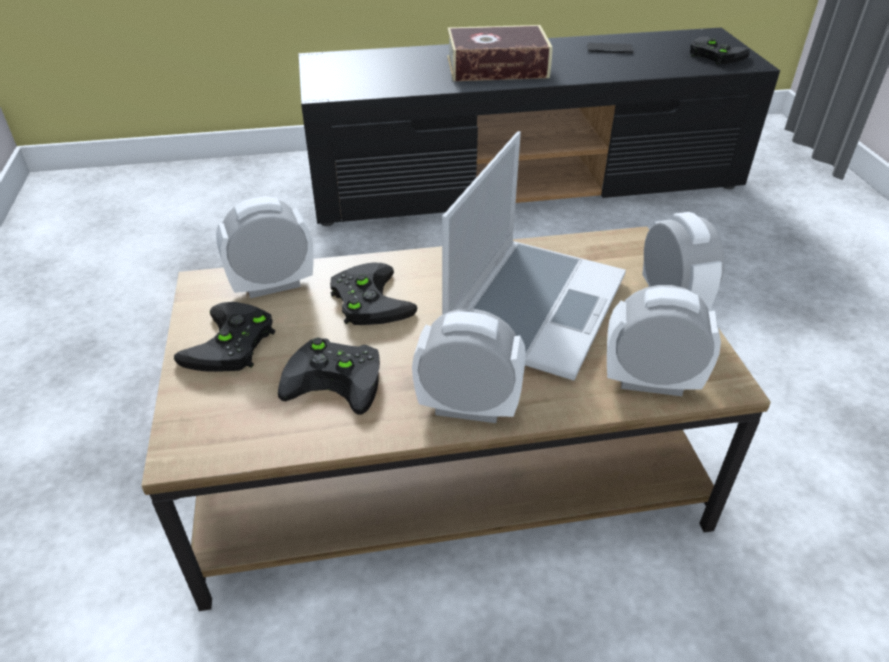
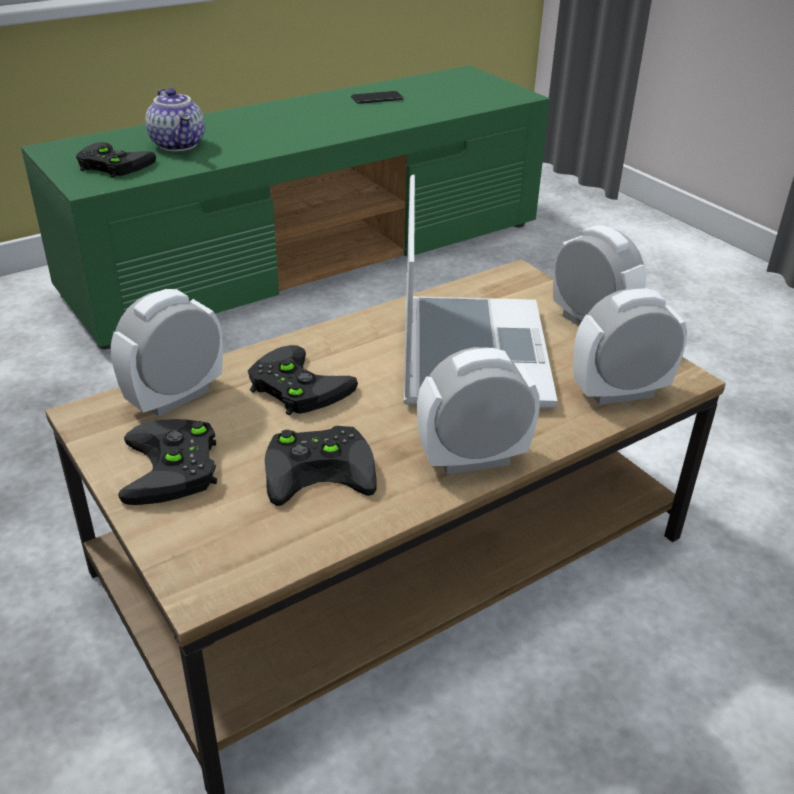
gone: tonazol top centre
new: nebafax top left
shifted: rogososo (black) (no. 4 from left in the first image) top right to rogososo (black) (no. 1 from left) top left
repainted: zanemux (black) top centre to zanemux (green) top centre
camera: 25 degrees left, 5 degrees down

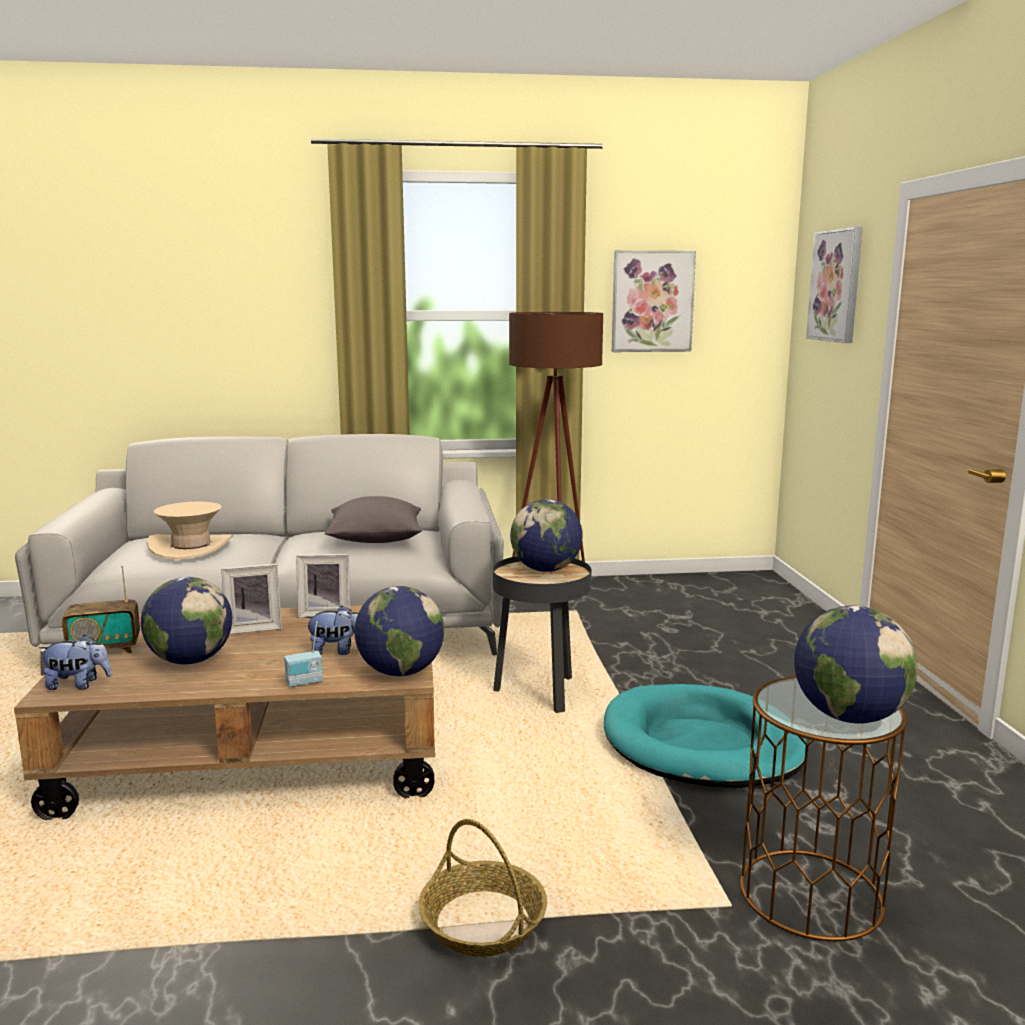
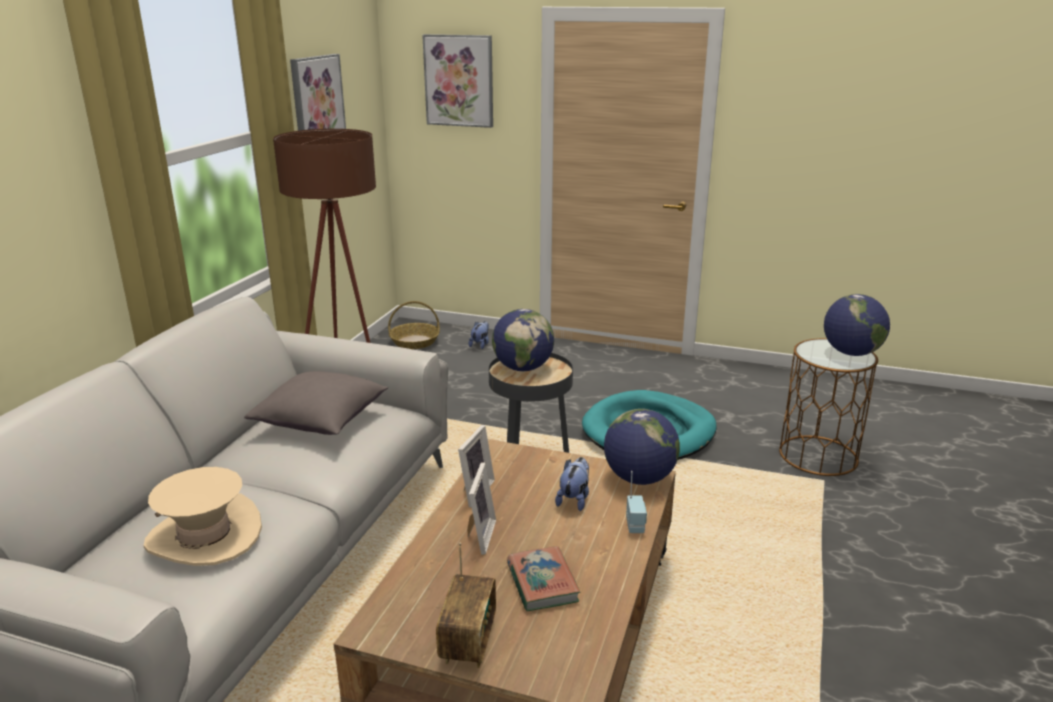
shifted: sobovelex bottom centre to centre; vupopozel (no. 1 from left) middle left to centre
swapped: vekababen (no. 1 from left) middle left to tonazol bottom centre
camera: 65 degrees left, 10 degrees up

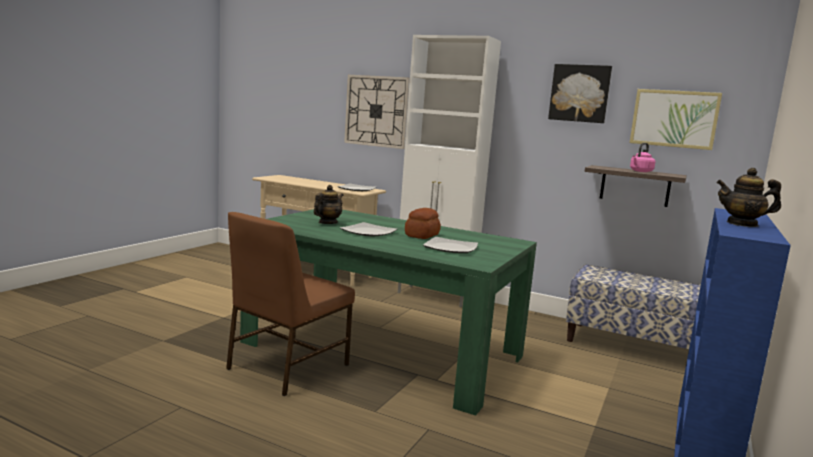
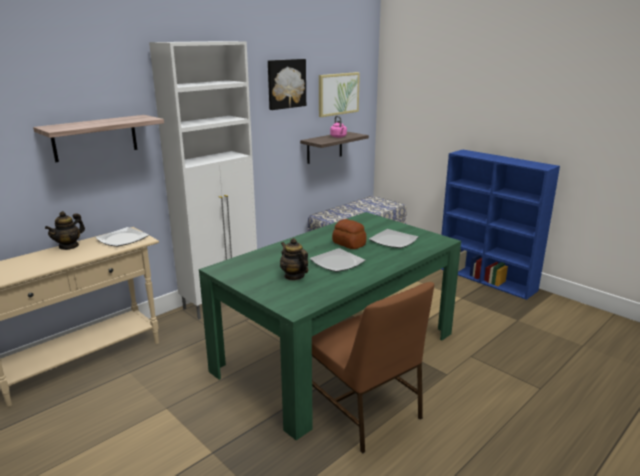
shifted: nebafax (no. 2 from left in the first image) middle right to nebafax (no. 1 from left) middle left
swapped: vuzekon top centre to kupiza (no. 1 from left) top left
camera: 70 degrees left, 10 degrees up

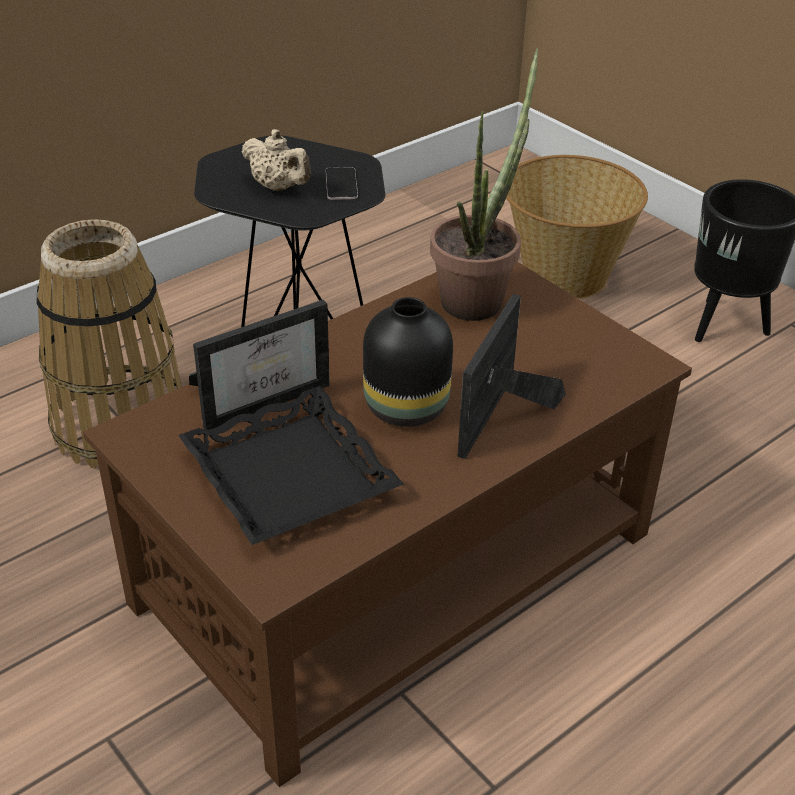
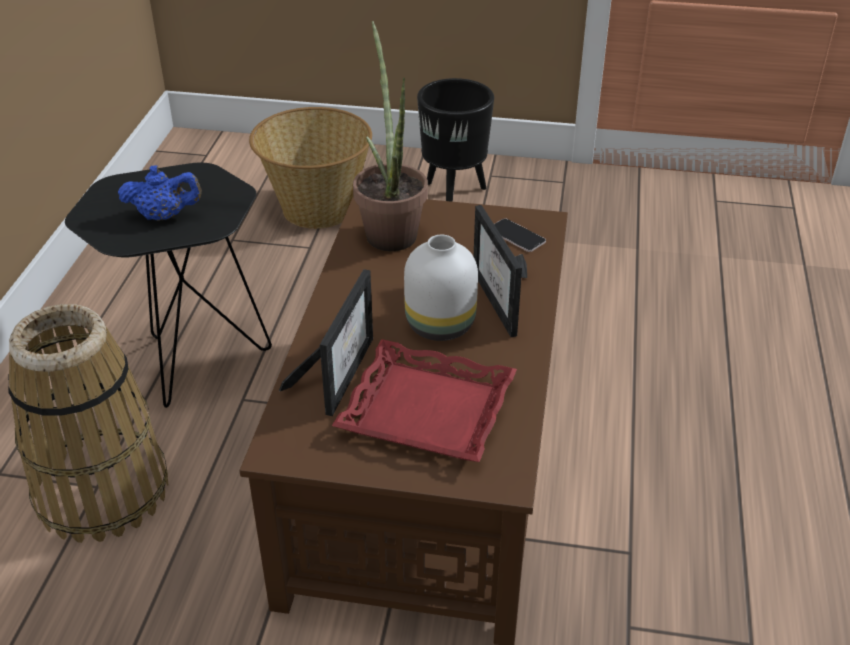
shifted: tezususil top centre to centre
repainted: nebafax (beige) top centre to nebafax (blue) top left; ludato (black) centre to ludato (red) centre; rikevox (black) centre to rikevox (white) centre
camera: 40 degrees left, 0 degrees up

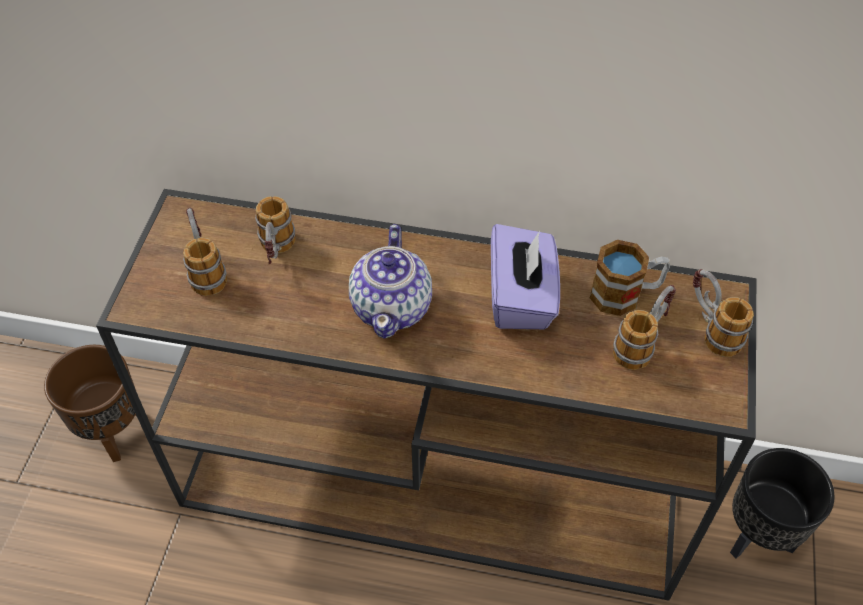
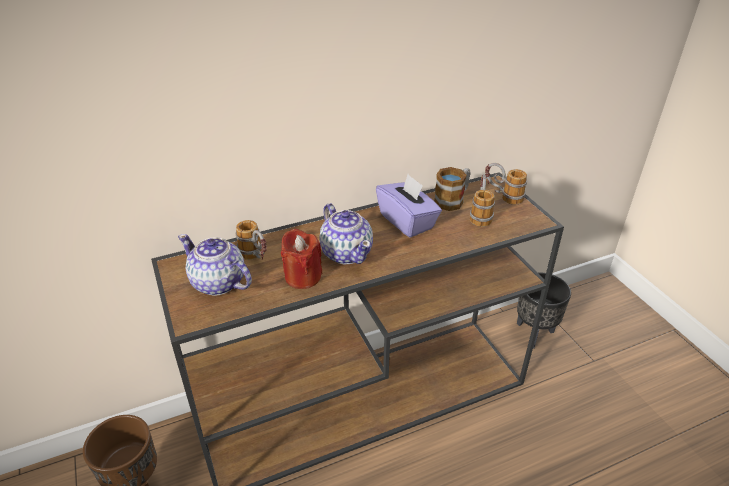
new: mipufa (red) centre
swapped: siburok (no. 1 from left) middle left to nebafax (no. 1 from left) middle left
camera: 35 degrees left, 15 degrees down

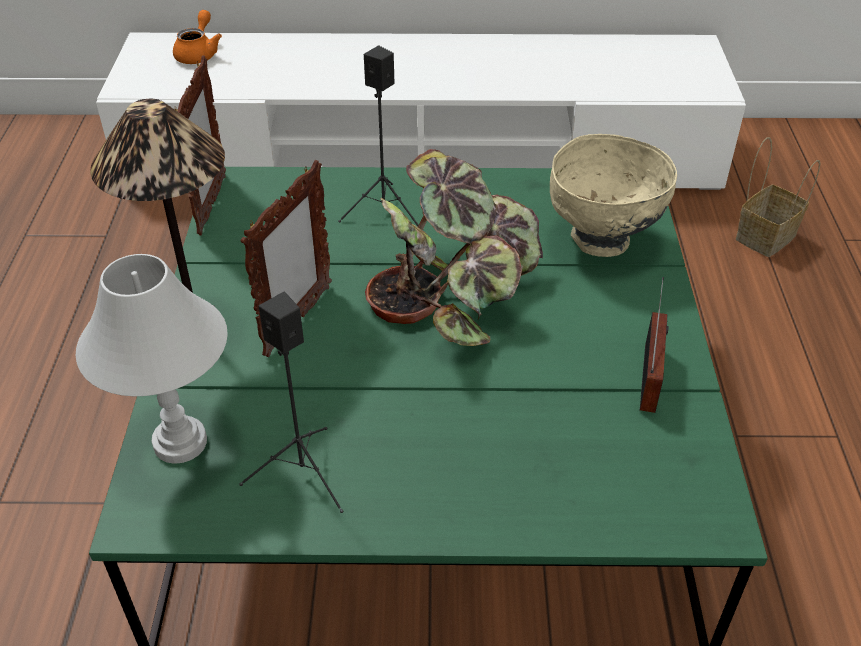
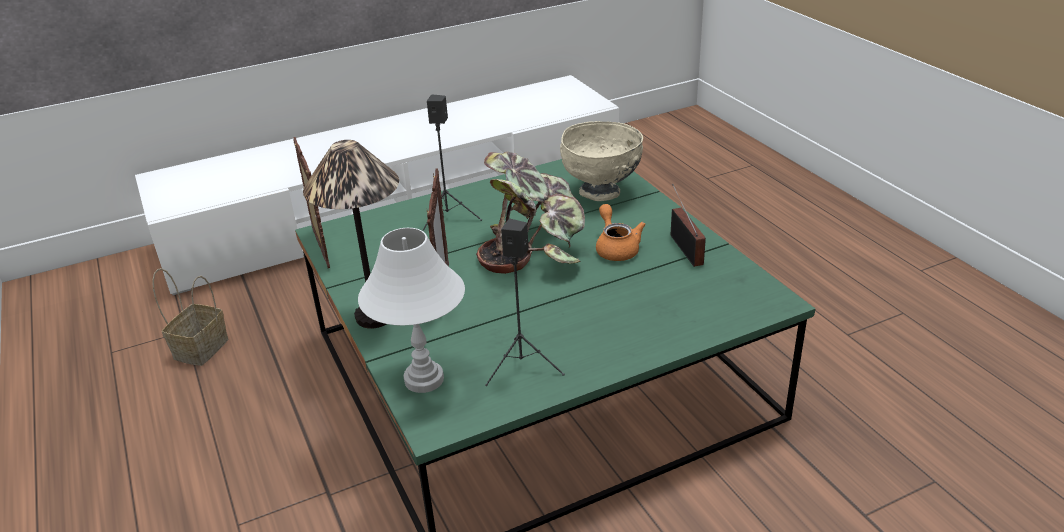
shifted: sobovelex top right to middle left; nebafax (orange) top left to centre
camera: 25 degrees left, 10 degrees down

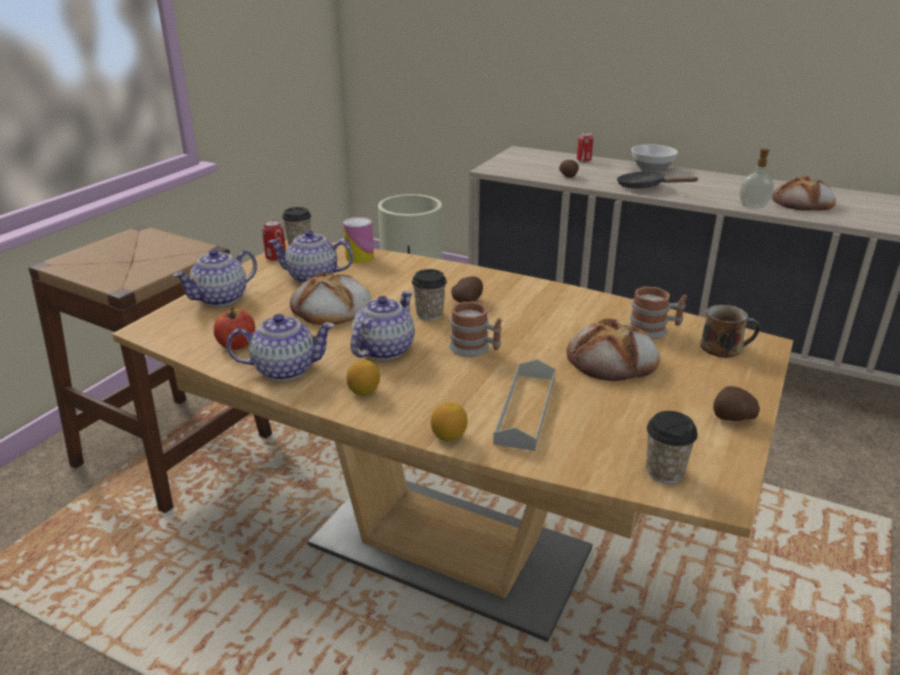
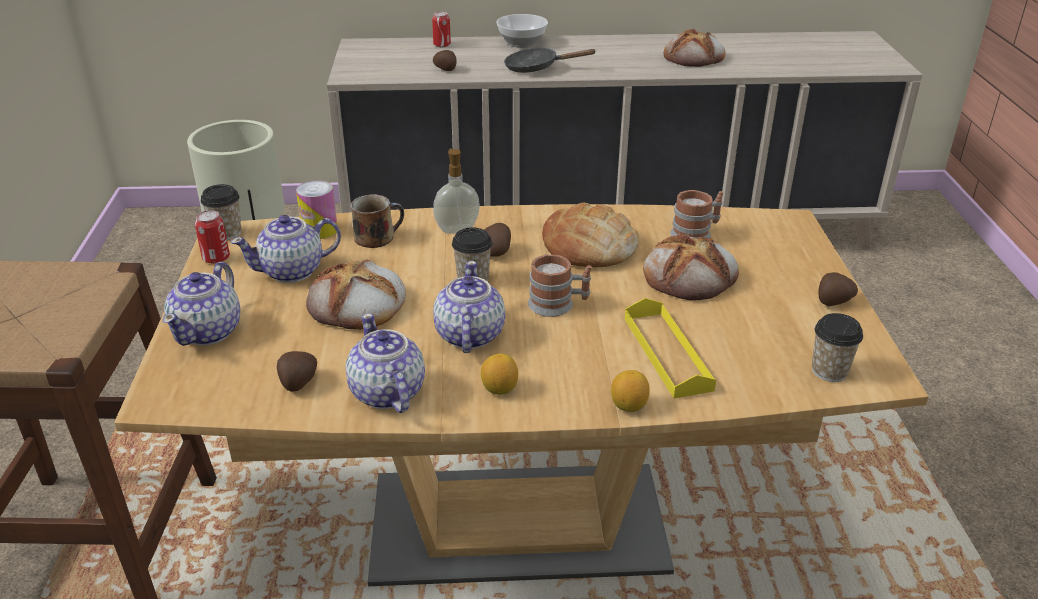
new: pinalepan (no. 2 from left) centre
shifted: siburok (no. 3 from left in the first image) middle right to siburok (no. 1 from left) centre; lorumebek top right to top centre
swapped: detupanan middle left to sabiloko (no. 1 from left) middle left
repainted: ludato (grey) centre to ludato (yellow) centre
rotated: nebafax (no. 2 from left in the first image) middle left = centre 75 degrees counterclockwise
camera: 30 degrees left, 5 degrees up

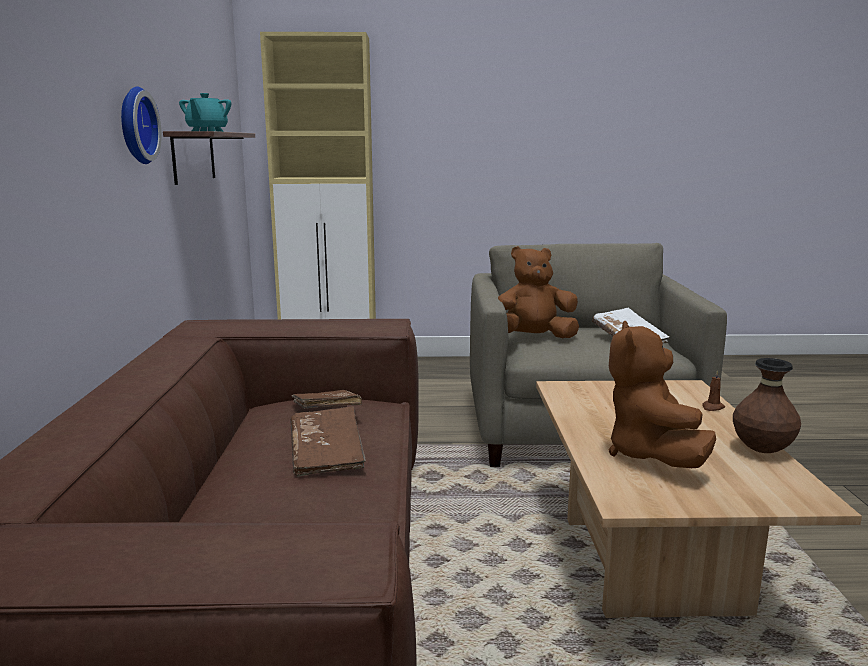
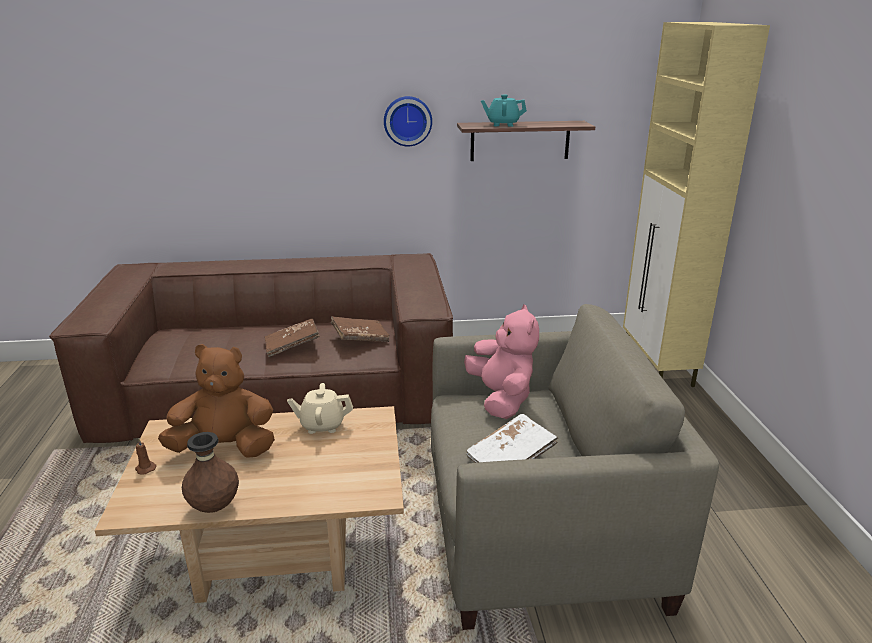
new: nebafax (beige) centre
shifted: mipufa (brown) middle right to bottom left
repainted: vupopozel (brown) (no. 1 from left) centre to vupopozel (pink) centre
camera: 85 degrees right, 10 degrees up

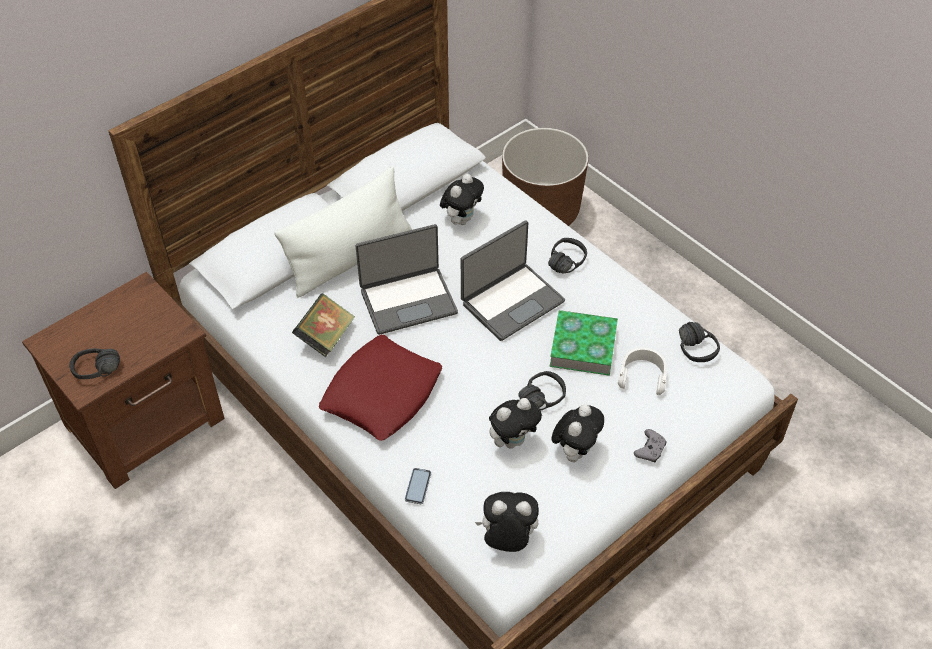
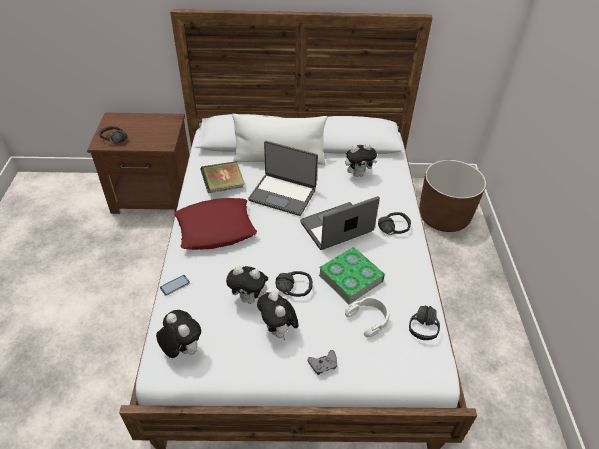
rotated: vupopozel (no. 4 from left in the first image) bottom centre = bottom centre 90 degrees clockwise; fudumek (no. 2 from left) centre = centre 150 degrees clockwise
camera: 40 degrees right, 5 degrees down

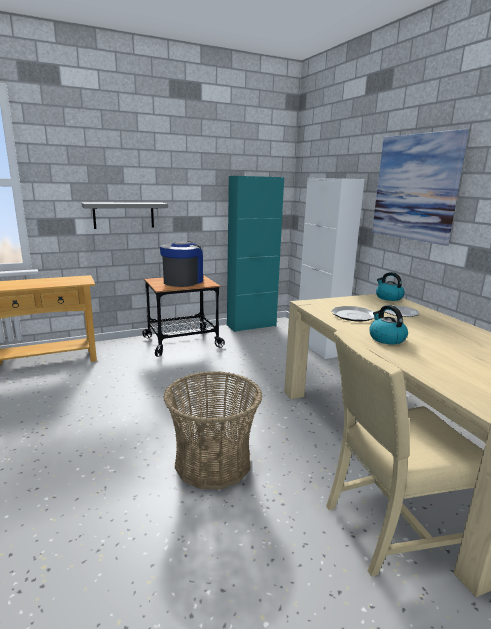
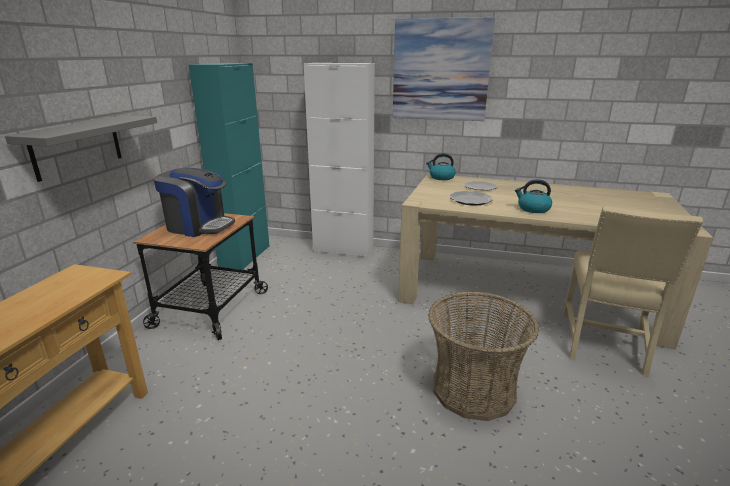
rotated: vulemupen centre = middle left 135 degrees clockwise
camera: 50 degrees left, 5 degrees up

